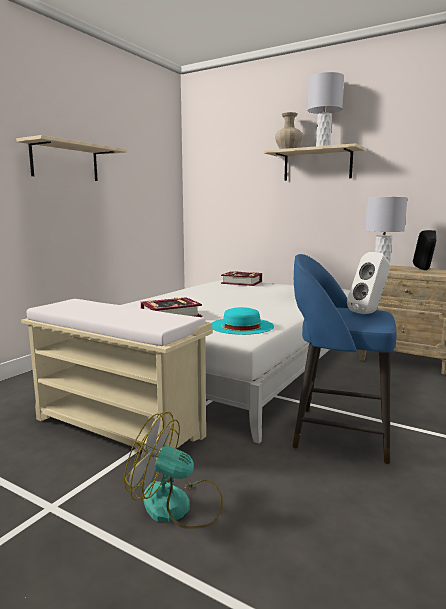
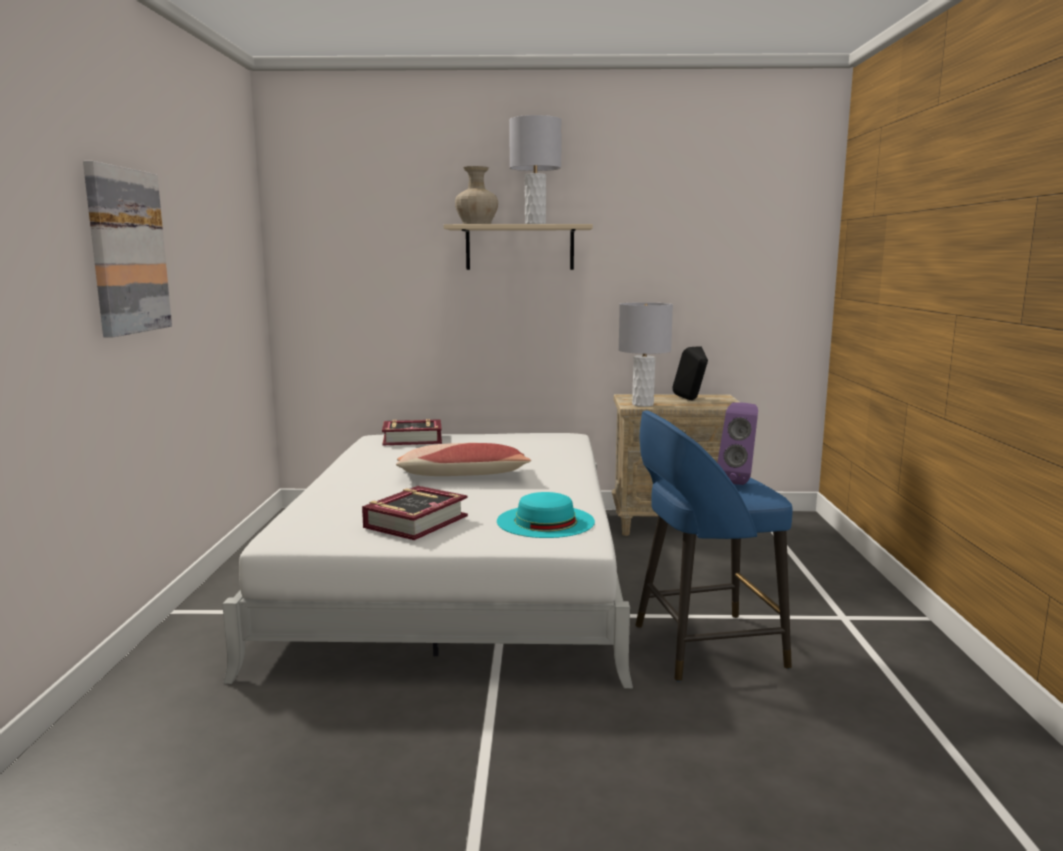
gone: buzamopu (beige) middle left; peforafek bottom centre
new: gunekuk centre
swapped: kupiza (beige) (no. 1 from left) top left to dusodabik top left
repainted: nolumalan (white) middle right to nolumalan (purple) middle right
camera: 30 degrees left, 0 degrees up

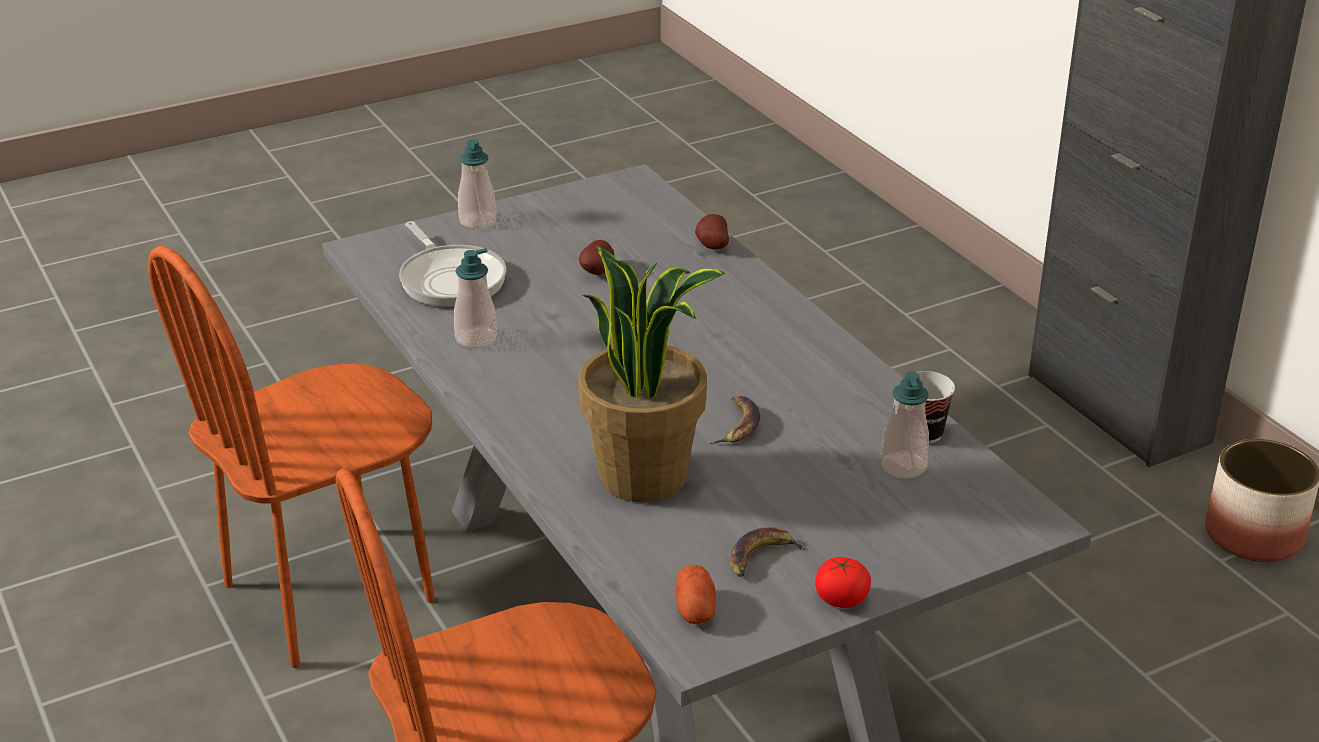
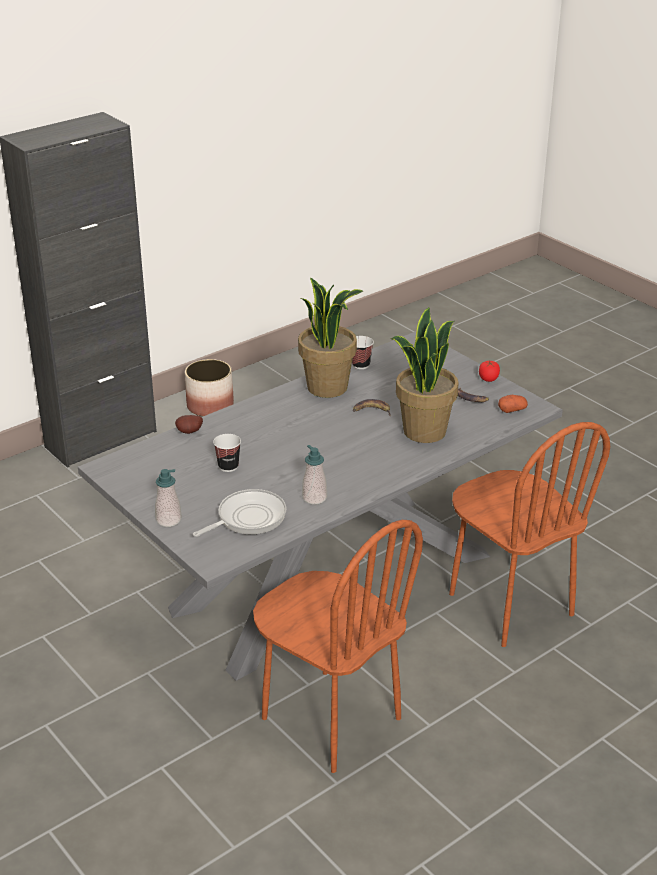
gone: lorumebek (no. 3 from left) middle right
new: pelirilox (no. 1 from left) centre
swapped: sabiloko (no. 1 from left) centre to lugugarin (no. 1 from left) centre
camera: 100 degrees left, 0 degrees up

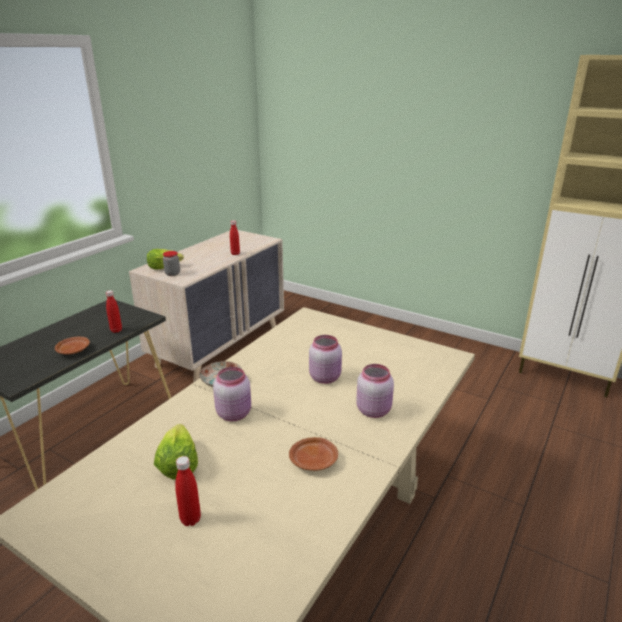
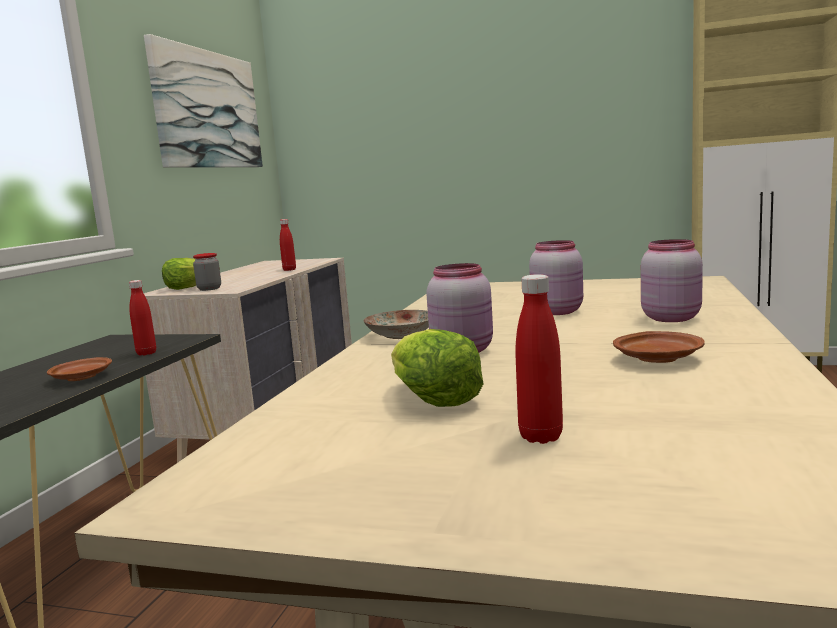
new: dusodabik top left
camera: 15 degrees left, 15 degrees down

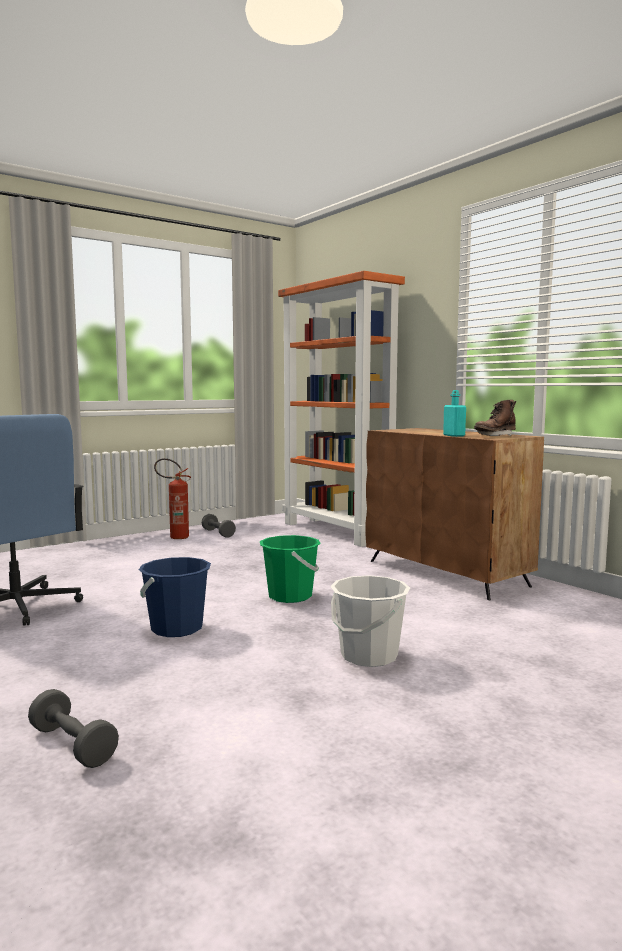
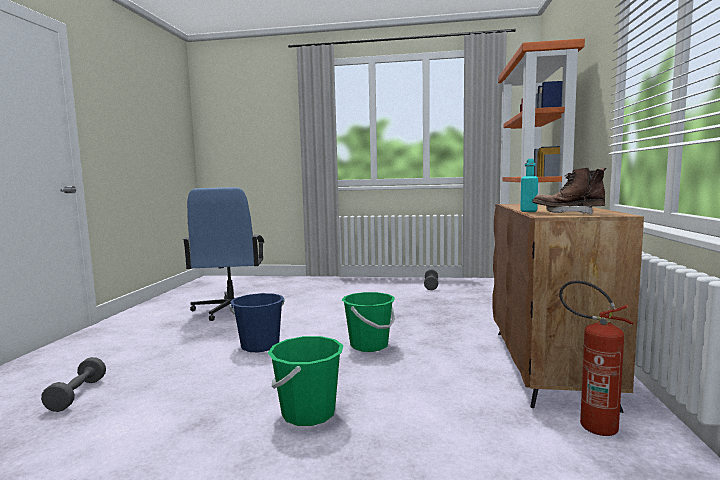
shifted: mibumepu middle left to bottom right
repainted: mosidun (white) centre to mosidun (green) (no. 1 from left) bottom centre
camera: 45 degrees right, 0 degrees up

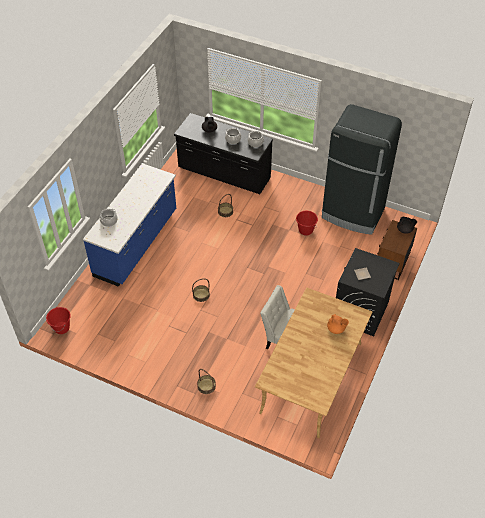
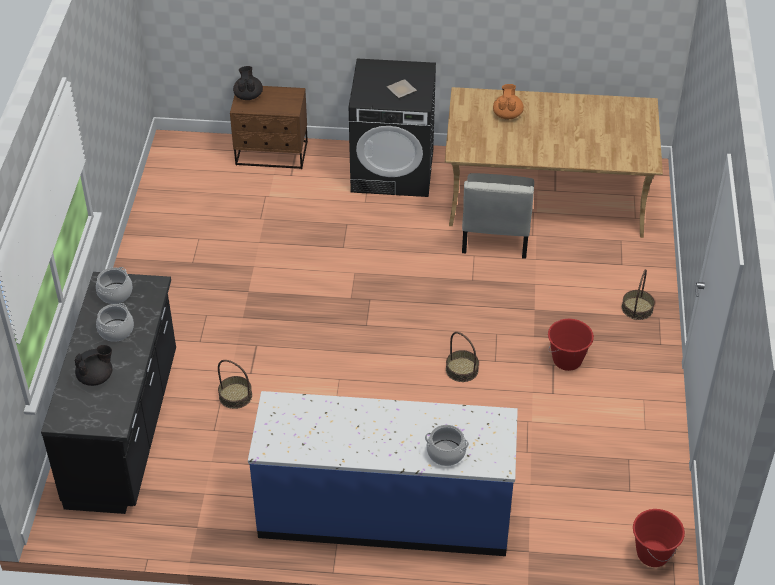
gone: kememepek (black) top right
shifted: mosidun (red) (no. 2 from left in the first image) centre to mosidun (red) (no. 1 from left) middle right
camera: 110 degrees left, 5 degrees down

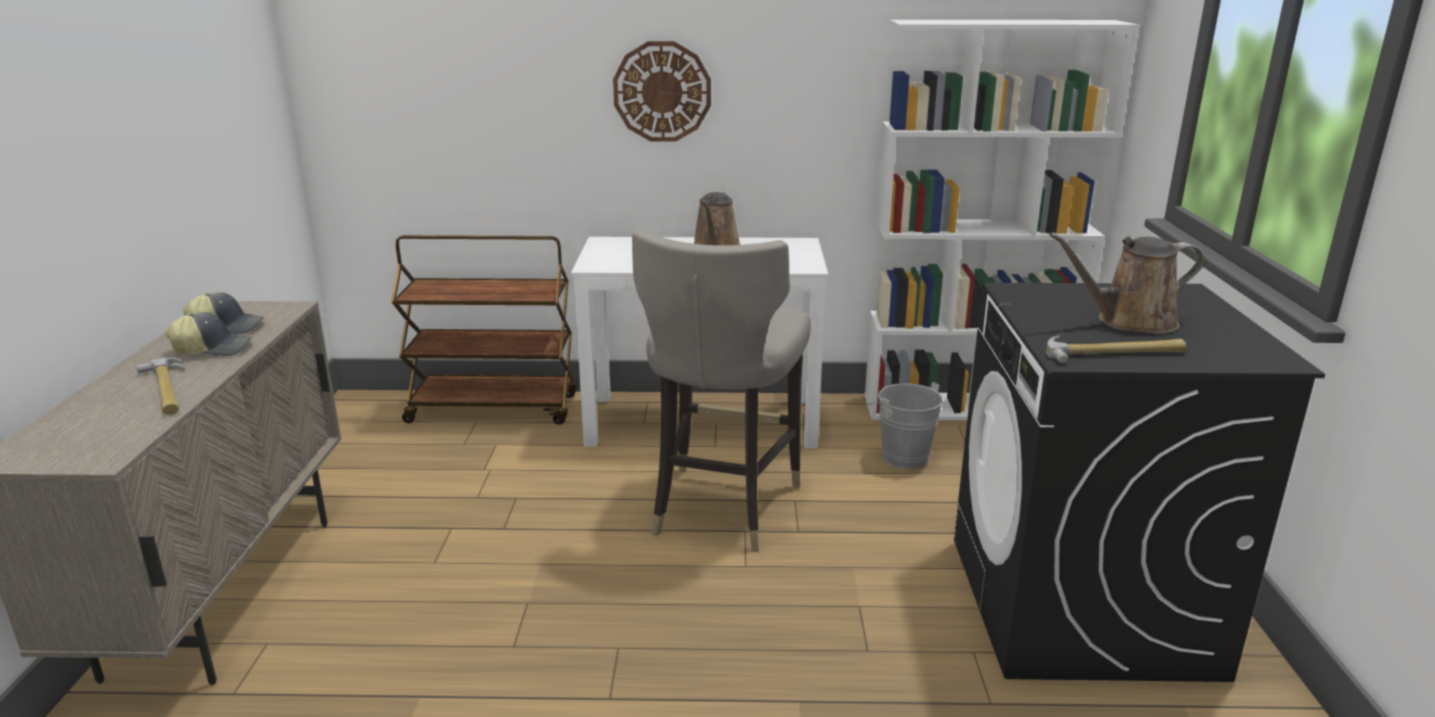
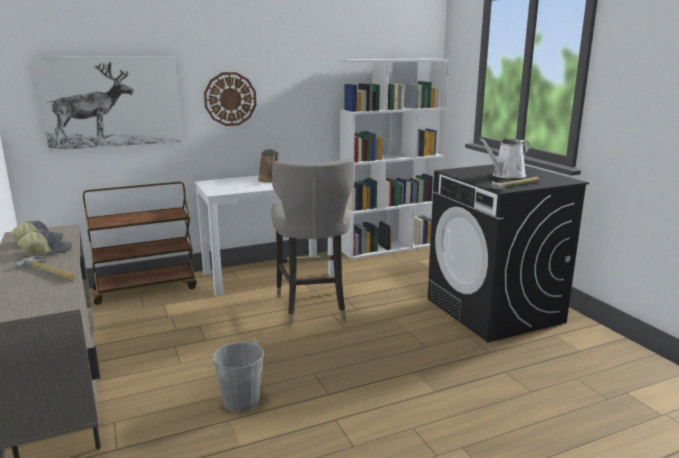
new: dusodabik top left
shifted: mosidun (grey) centre to bottom centre
repainted: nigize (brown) (no. 2 from left) middle right to nigize (white) middle right
camera: 25 degrees left, 5 degrees down

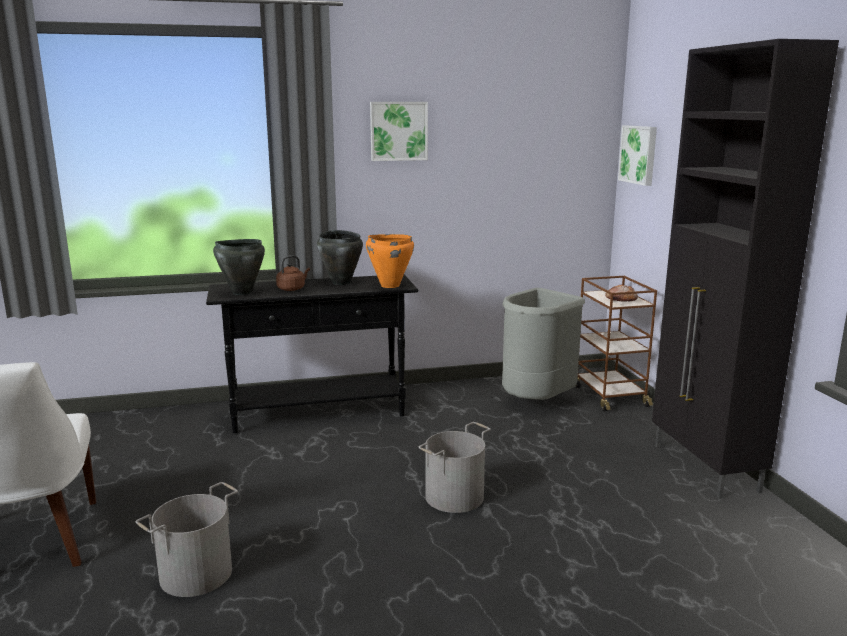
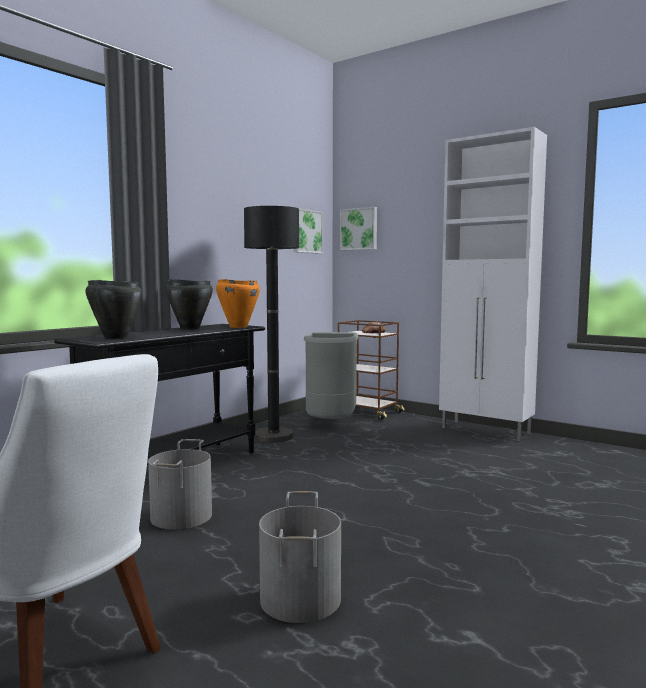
gone: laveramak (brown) centre
new: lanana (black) centre
shifted: mosidun (grey) (no. 2 from left in the first image) bottom centre to mosidun (grey) (no. 1 from left) bottom left; dusodabik (no. 1 from left) top centre to centre
repainted: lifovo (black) middle right to lifovo (white) middle right
camera: 40 degrees left, 10 degrees down

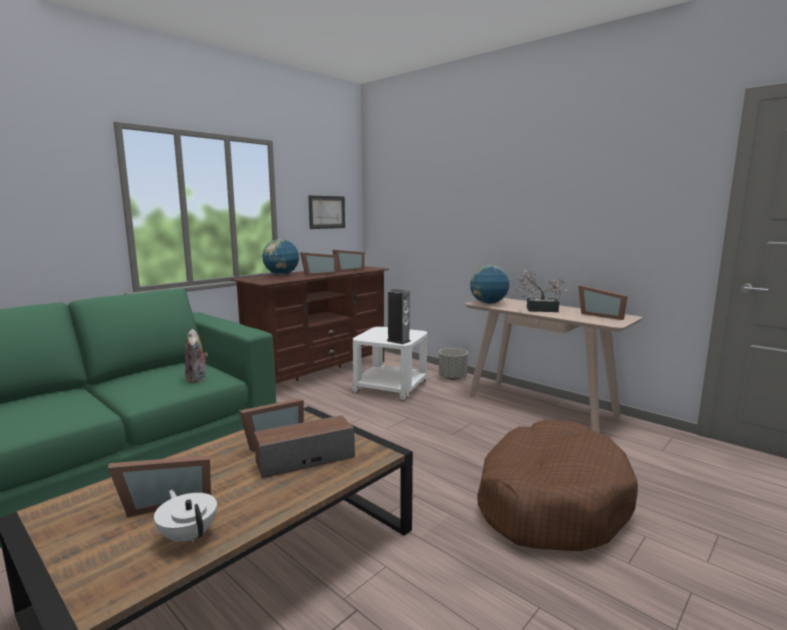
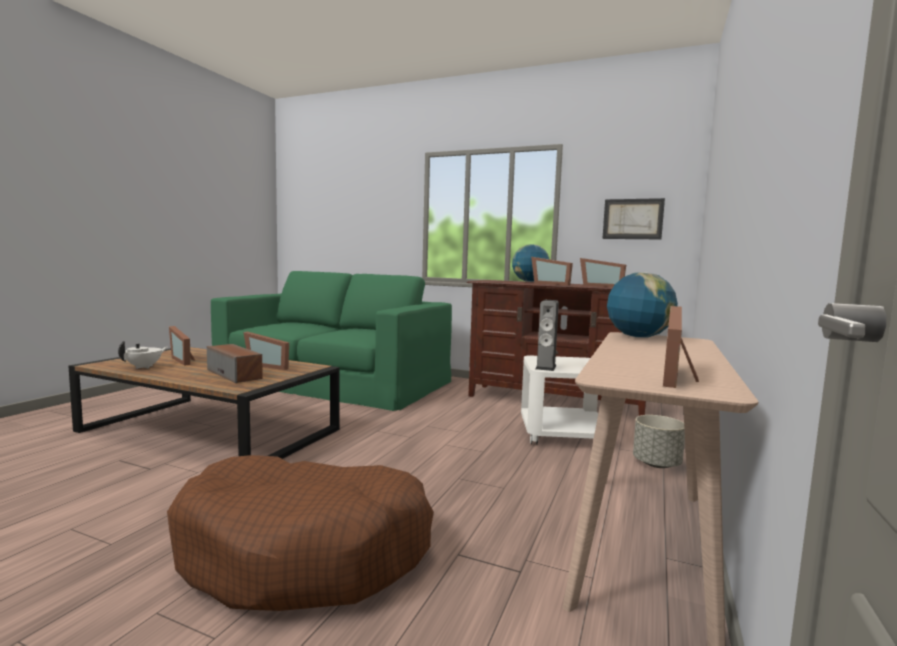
gone: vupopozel middle left; pelirilox middle right
camera: 70 degrees right, 5 degrees down

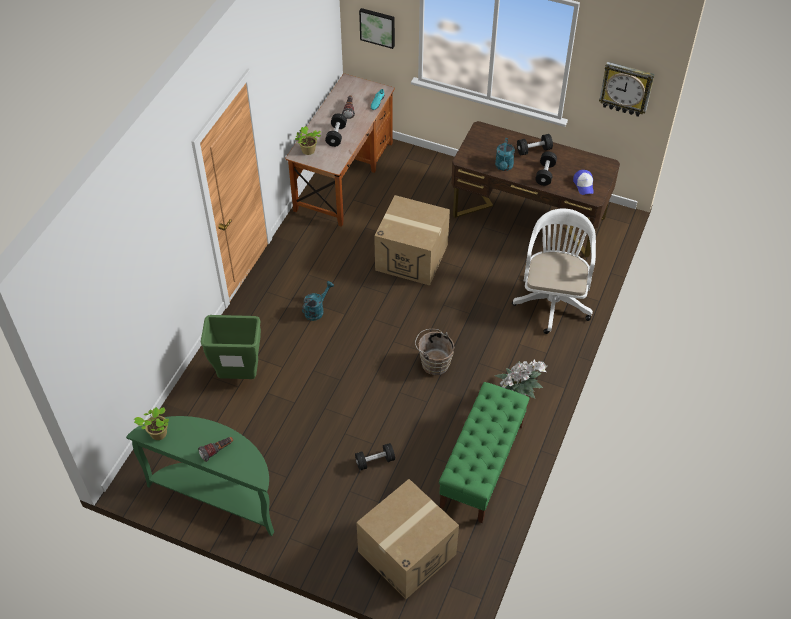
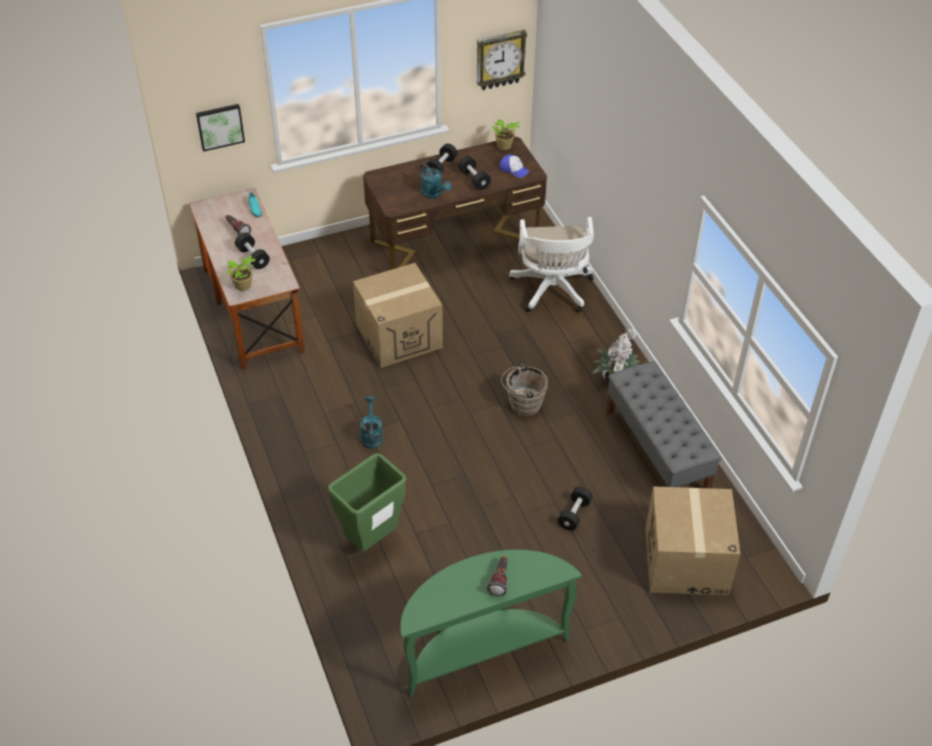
shifted: pelirilox (no. 1 from left in the first image) bottom left to pelirilox (no. 2 from left) top centre
repainted: buzamopu (green) bottom centre to buzamopu (grey) middle right
rotated: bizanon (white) middle right = centre 150 degrees counterclockwise
camera: 45 degrees left, 5 degrees down

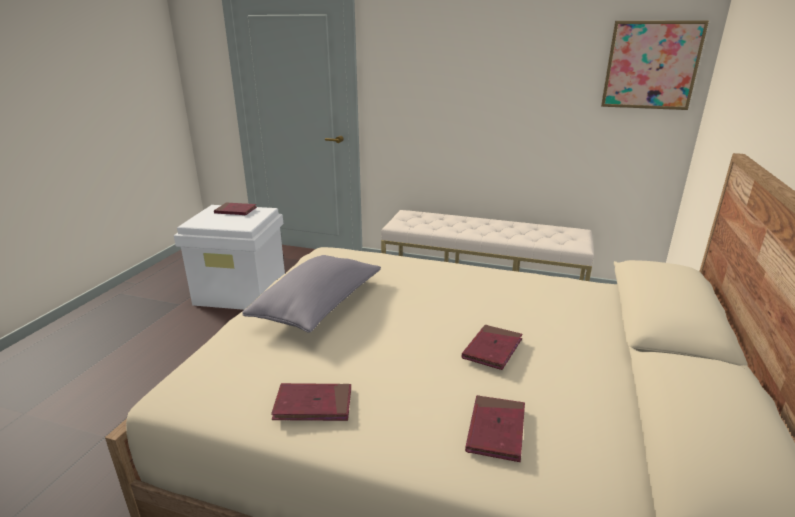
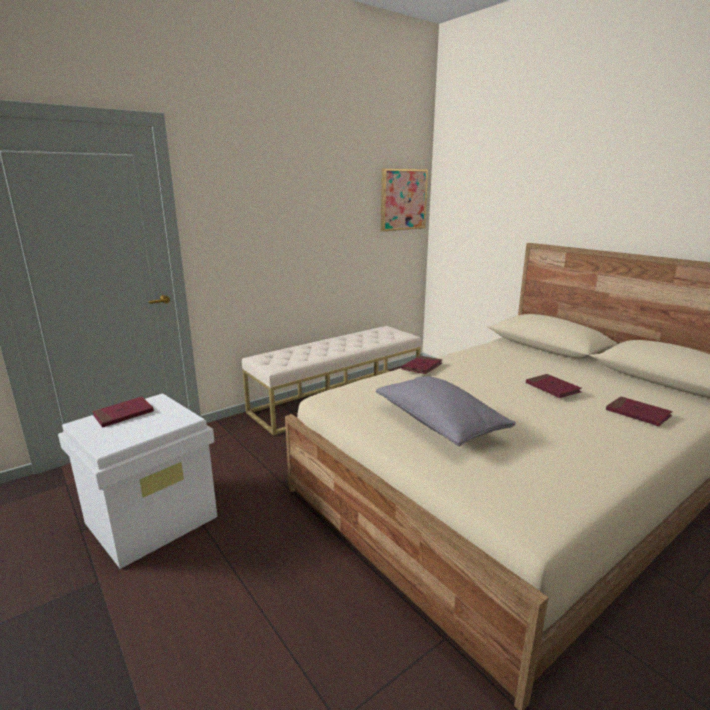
shifted: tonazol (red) (no. 2 from left) bottom centre to centre
camera: 55 degrees left, 5 degrees down

